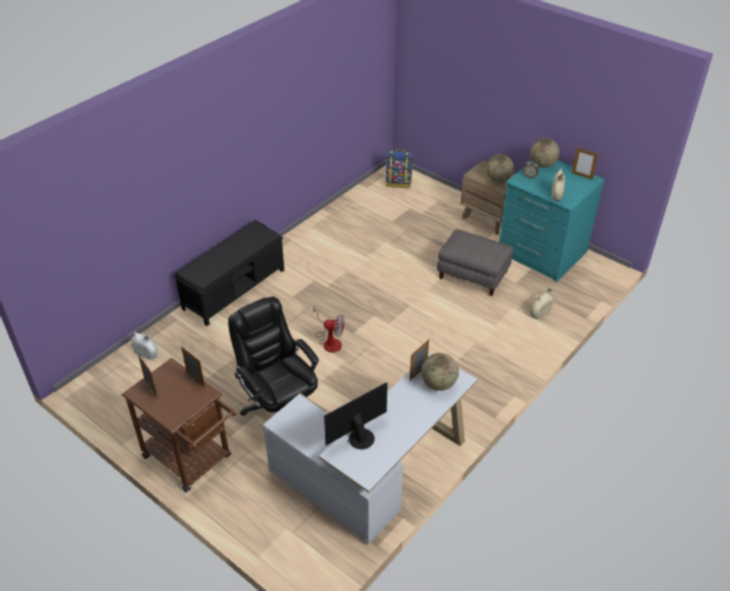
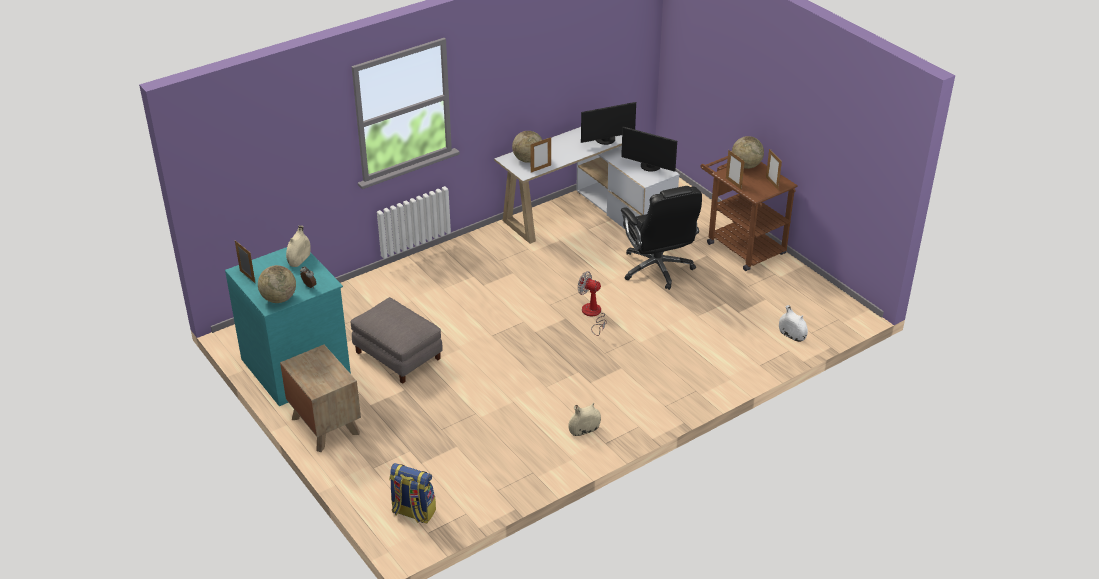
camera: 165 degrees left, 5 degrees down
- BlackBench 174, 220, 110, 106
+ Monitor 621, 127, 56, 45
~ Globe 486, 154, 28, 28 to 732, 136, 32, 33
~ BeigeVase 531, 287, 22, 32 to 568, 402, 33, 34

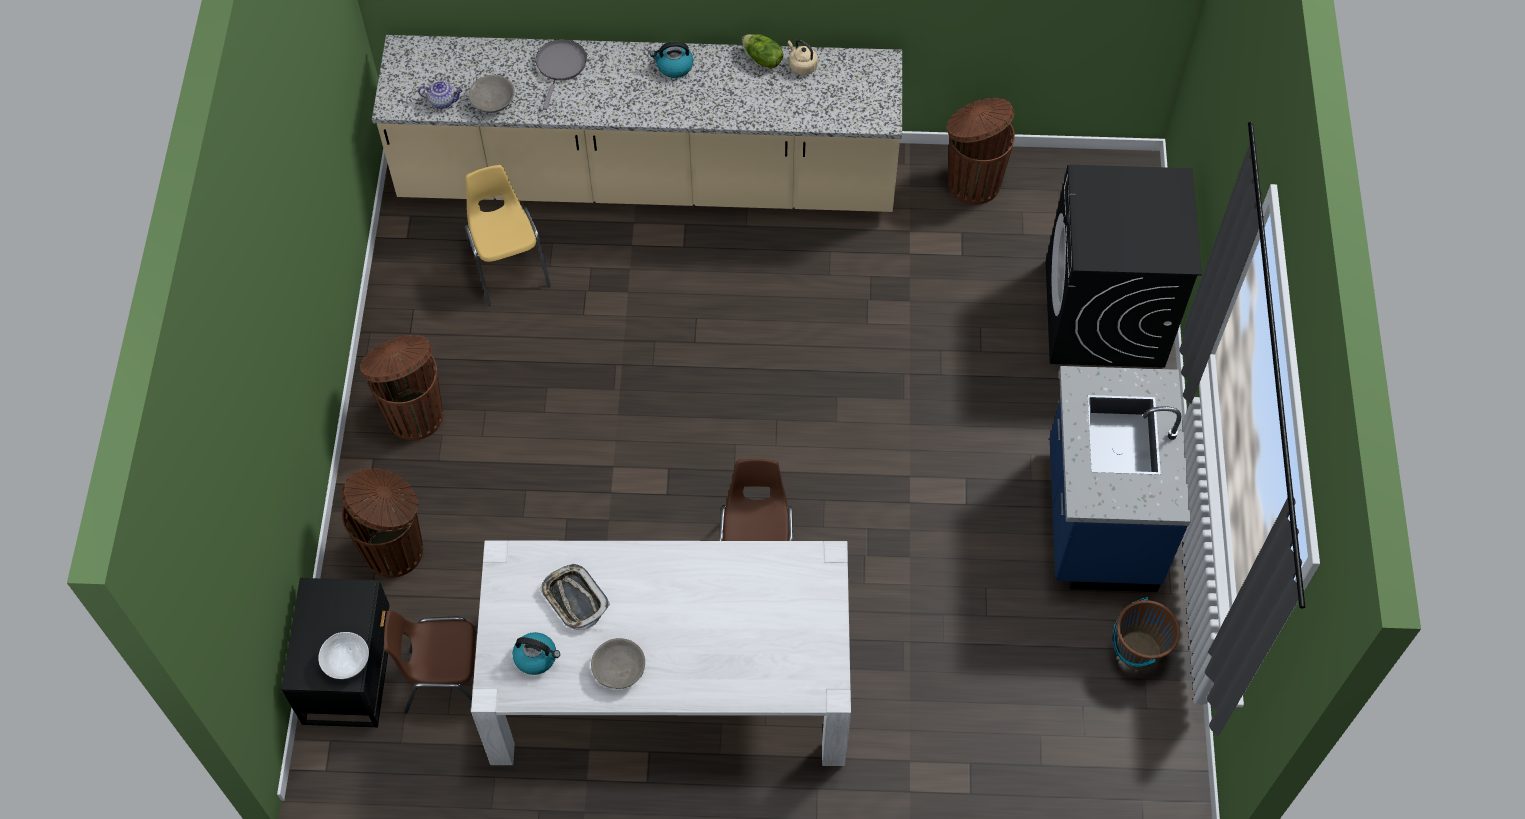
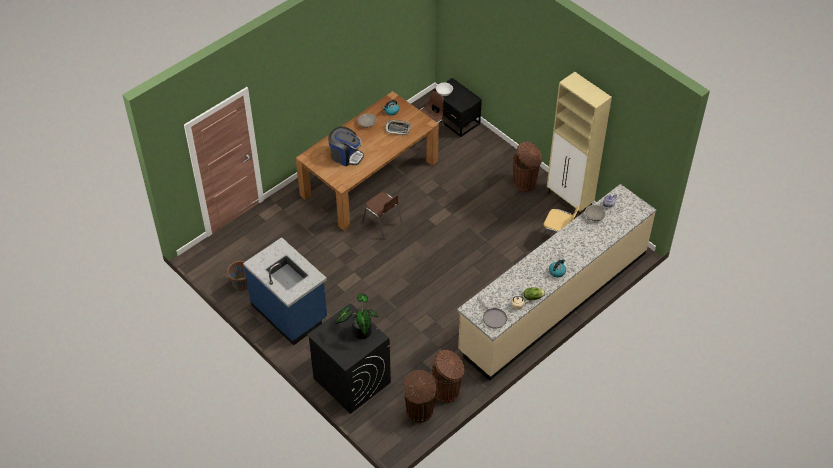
camera: 135 degrees right, 10 degrees down
+ CoffeeMachine 328, 126, 36, 41
+ PottedPlant 335, 294, 44, 45
+ BeigeCabinet 547, 72, 65, 144
~ BrownTrashCan 341, 468, 82, 110 to 403, 370, 34, 53
~ GreyFryingPan 536, 39, 51, 71 to 477, 297, 30, 31
~ WhiteDiningTable 471, 540, 380, 226 to BrownDiningTable 296, 91, 143, 140

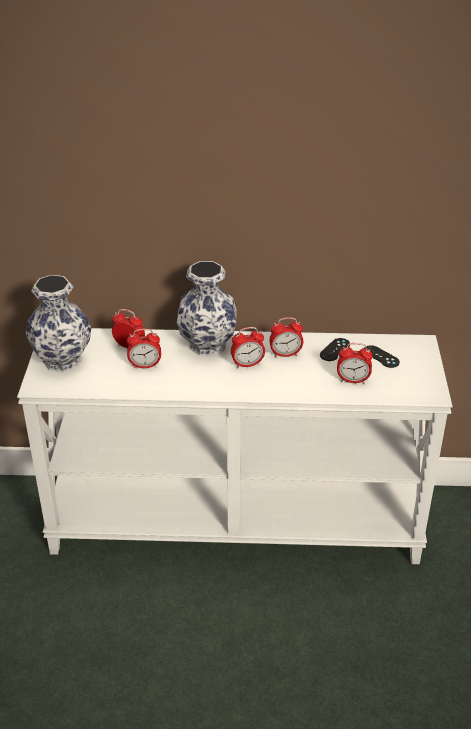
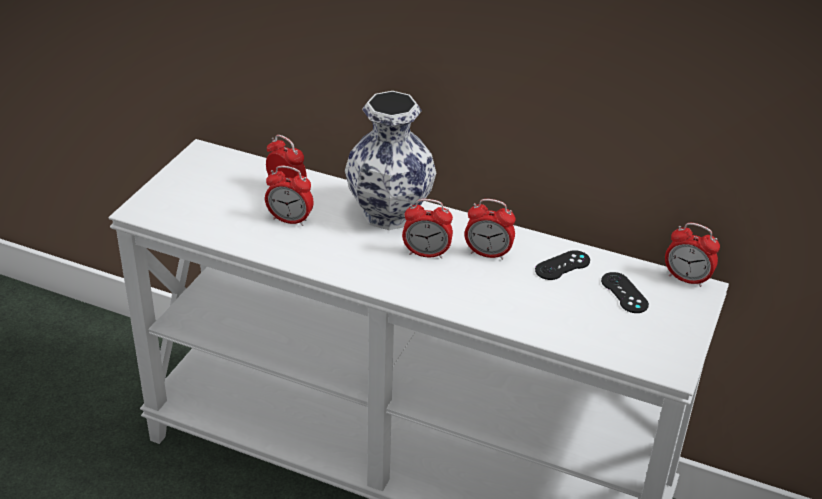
camera: 20 degrees right, 0 degrees up
- Vase 26, 275, 65, 97
~ AlarmClock 337, 343, 36, 41 to 665, 223, 55, 64

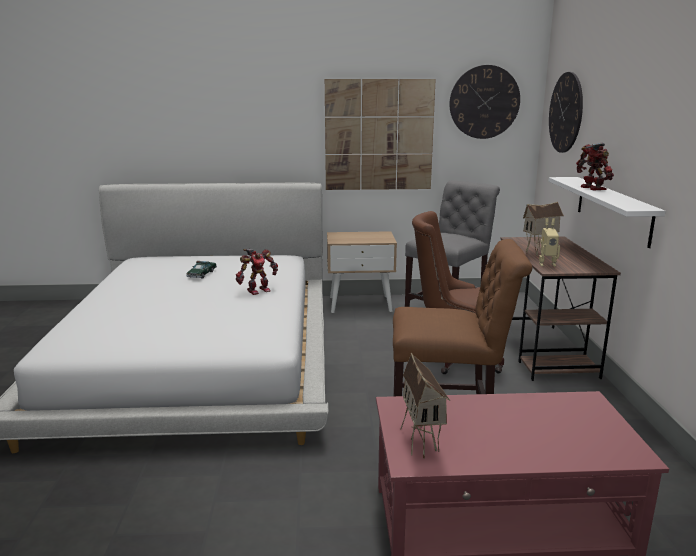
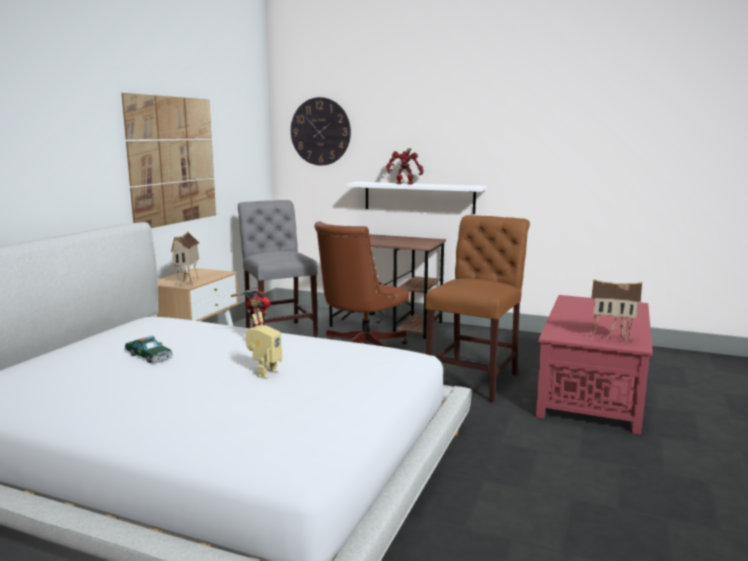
camera: 65 degrees left, 5 degrees down
- WallClock 449, 65, 71, 74
~ ToyHouse 523, 202, 41, 54 to 171, 232, 28, 54
~ ToyRobot 539, 218, 21, 48 to 246, 312, 36, 67

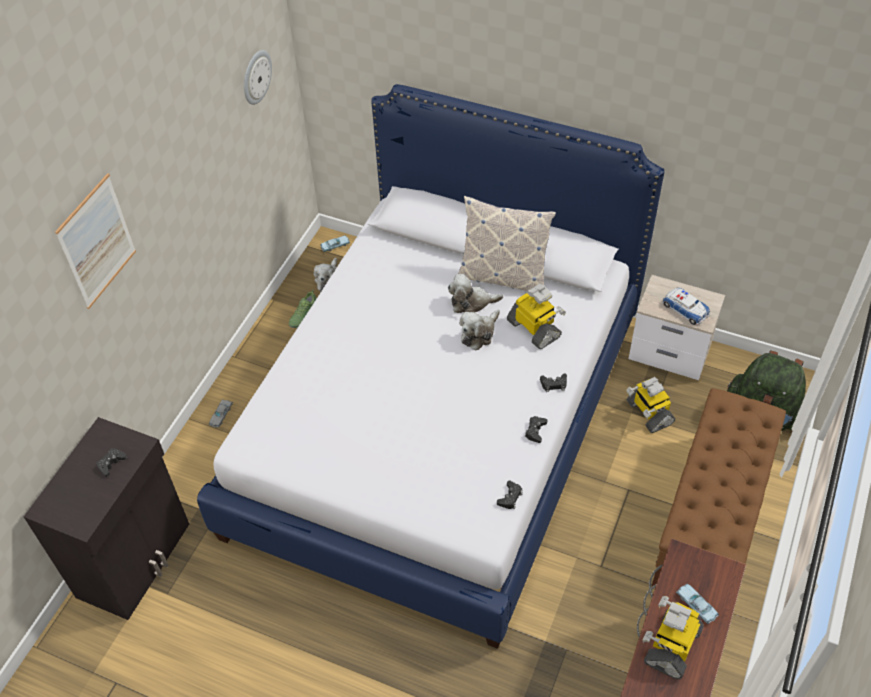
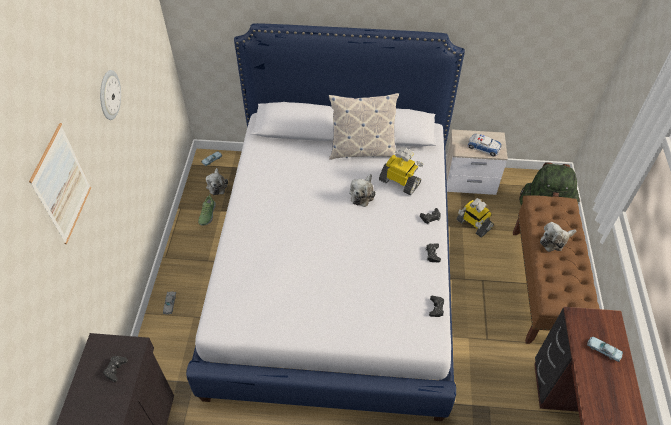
camera: 20 degrees left, 0 degrees up
- ToyRobot 642, 596, 62, 83
~ WallClock 244, 50, 28, 55 to 100, 70, 21, 50
~ PlushToy 448, 274, 55, 39 to 540, 222, 37, 30

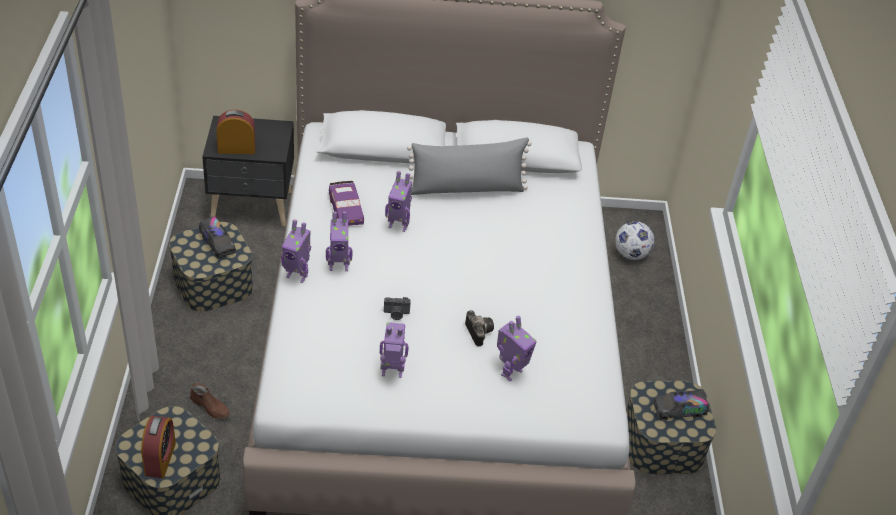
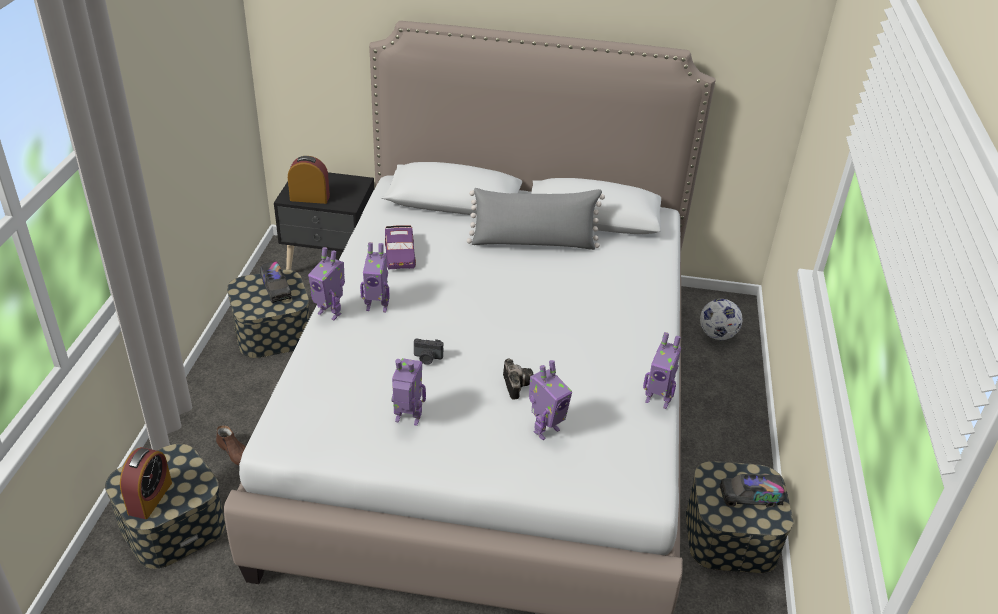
camera: 10 degrees right, 5 degrees down
~ ToyRobot 385, 171, 27, 61 to 643, 332, 38, 77

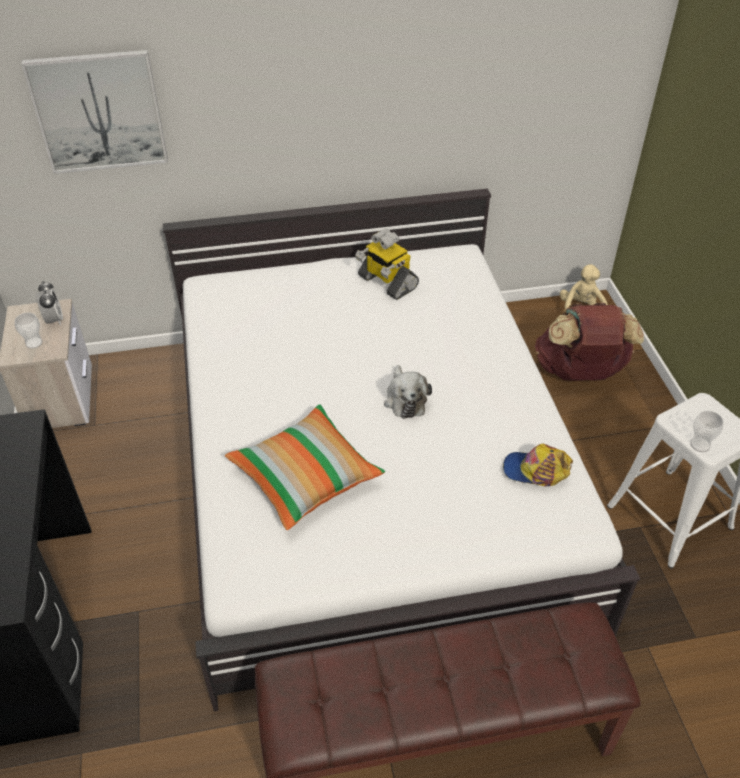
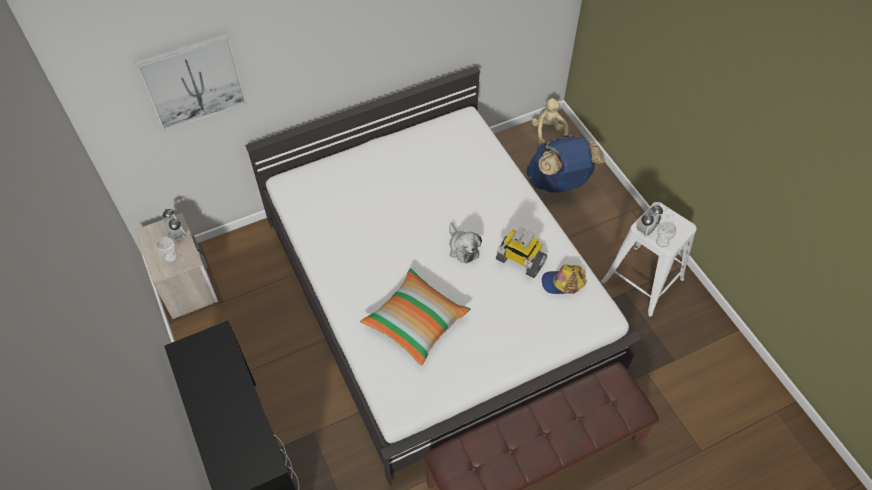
camera: 15 degrees left, 10 degrees up
+ AlarmClock 637, 205, 26, 32
~ ToyRobot 355, 229, 64, 71 to 496, 227, 51, 51
~ BrownBackpack 535, 302, 109, 79 to BlueBackpack 527, 135, 78, 58

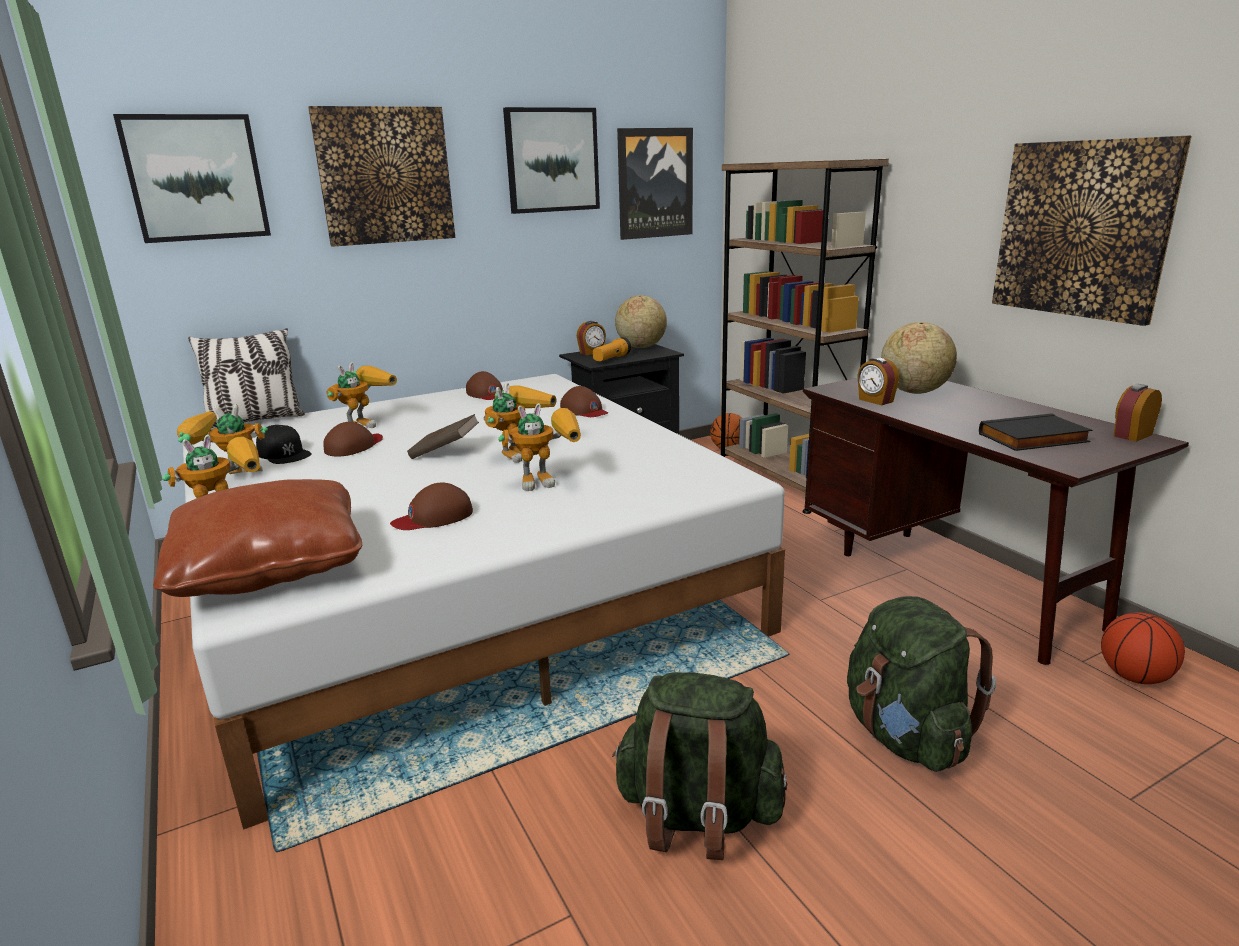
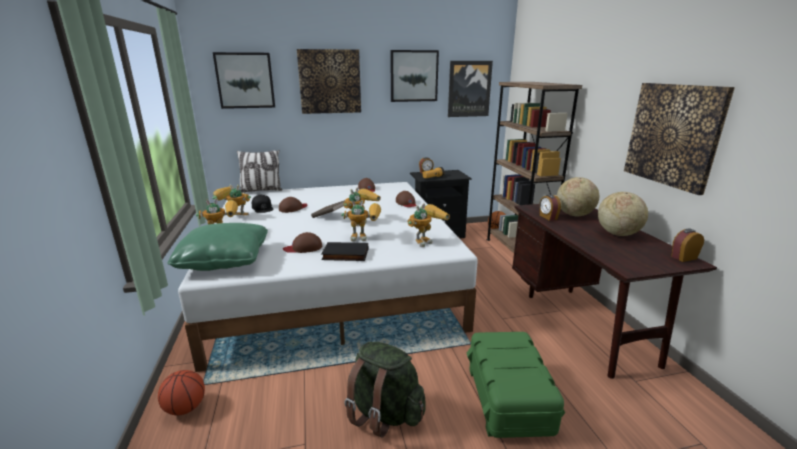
camera: 15 degrees right, 0 degrees up
~ ToyRobot 327, 362, 70, 66 to 407, 203, 43, 44
~ Globe 615, 295, 52, 53 to 598, 192, 50, 44
~ BlackBook 979, 413, 113, 38 to 321, 242, 47, 19
~ Basketball 1101, 612, 84, 72 to 158, 370, 47, 45
~ GreenBackpack 847, 596, 149, 176 to GreenStorageBox 467, 332, 98, 106
~ BrownPillow 153, 479, 209, 118 to GreenPillow 167, 223, 101, 48

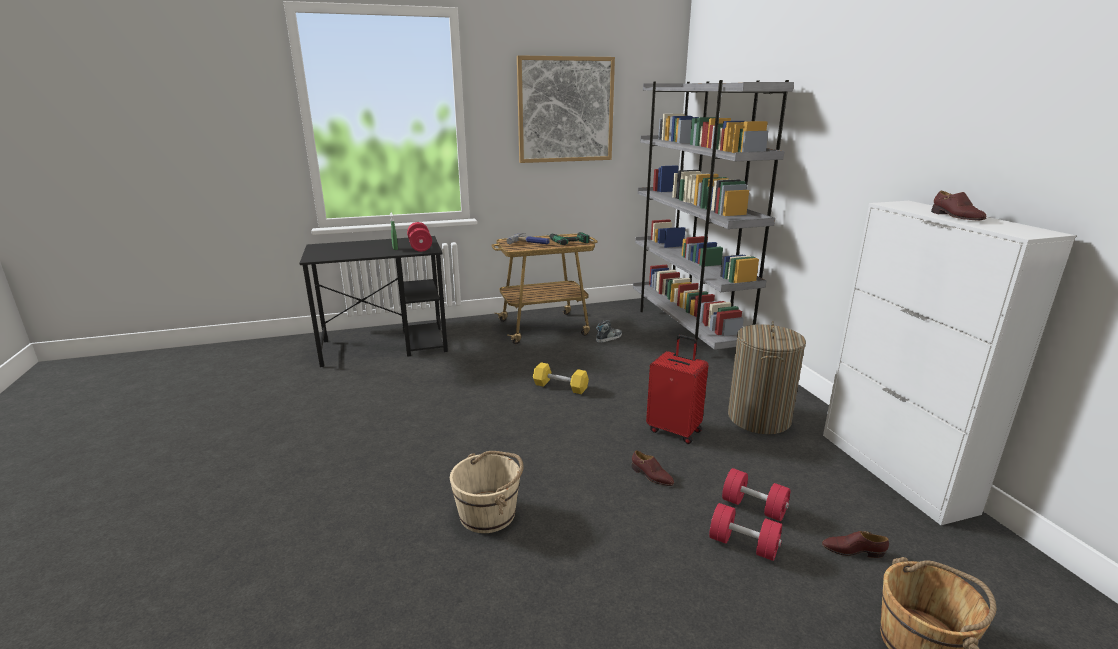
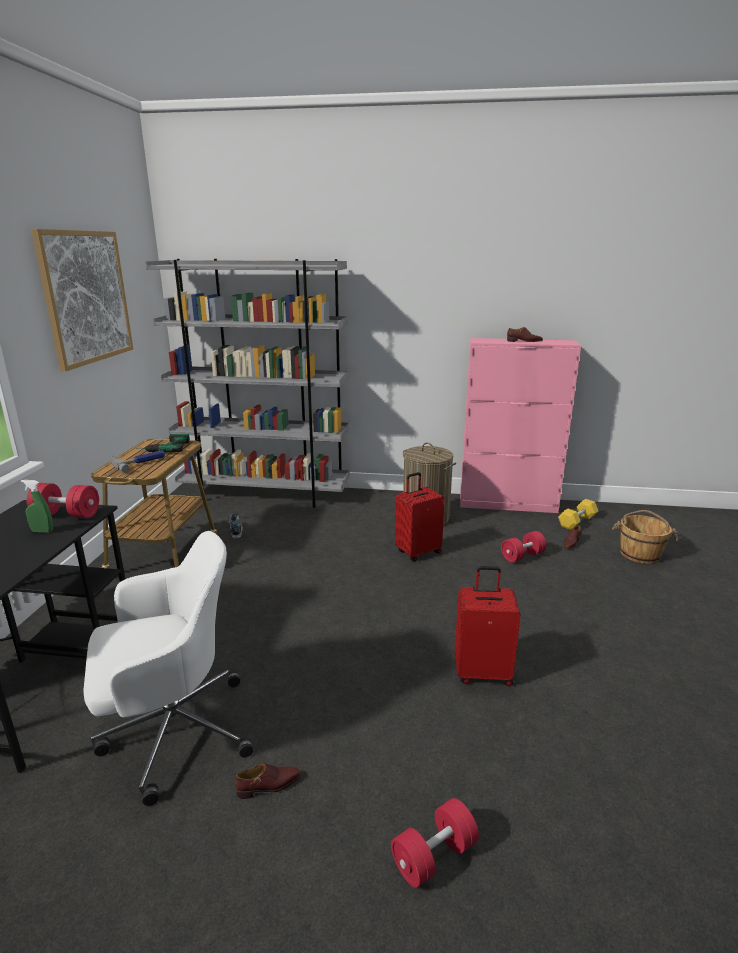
camera: 65 degrees left, 0 degrees up
+ WhiteOfficeChair 83, 531, 170, 275
~ YellowDumbbell 533, 362, 56, 32 to 558, 499, 40, 31
~ BrownShoe 632, 450, 42, 36 to 235, 763, 66, 36
~ RedDumbbell 709, 503, 73, 58 to 391, 798, 88, 90
~ BeigeBucket 450, 451, 73, 82 to RedSuitcase 455, 566, 66, 120
~ WhiteCabinet 823, 201, 253, 324 to PinkCabinet 460, 338, 121, 175

